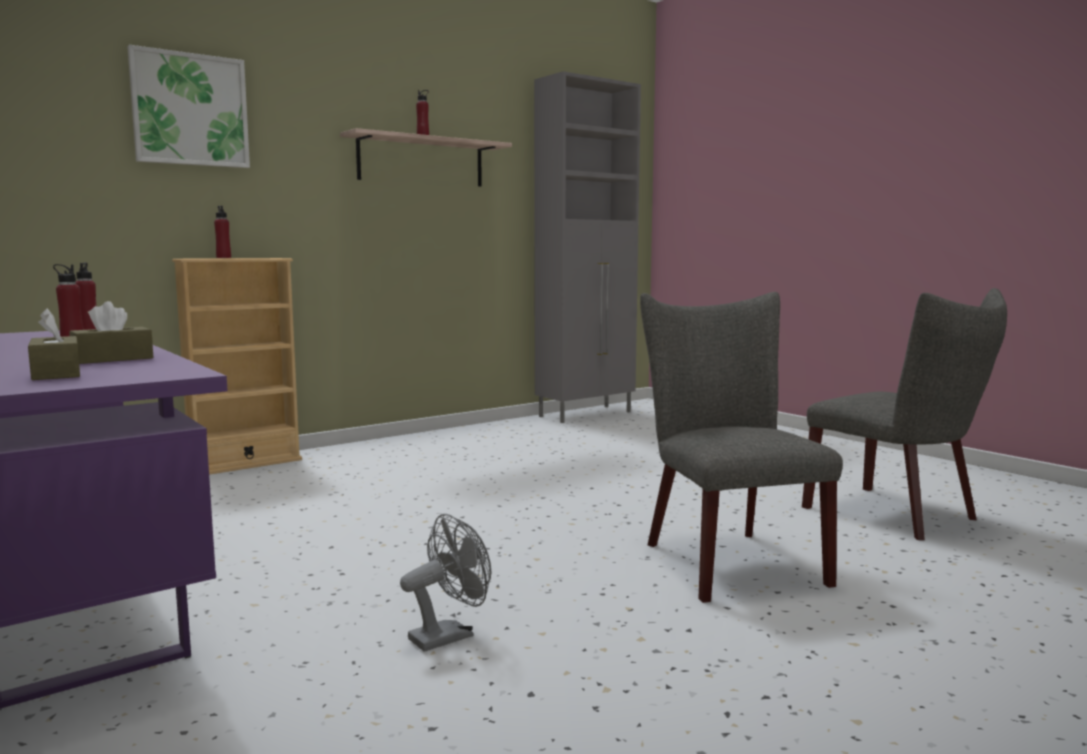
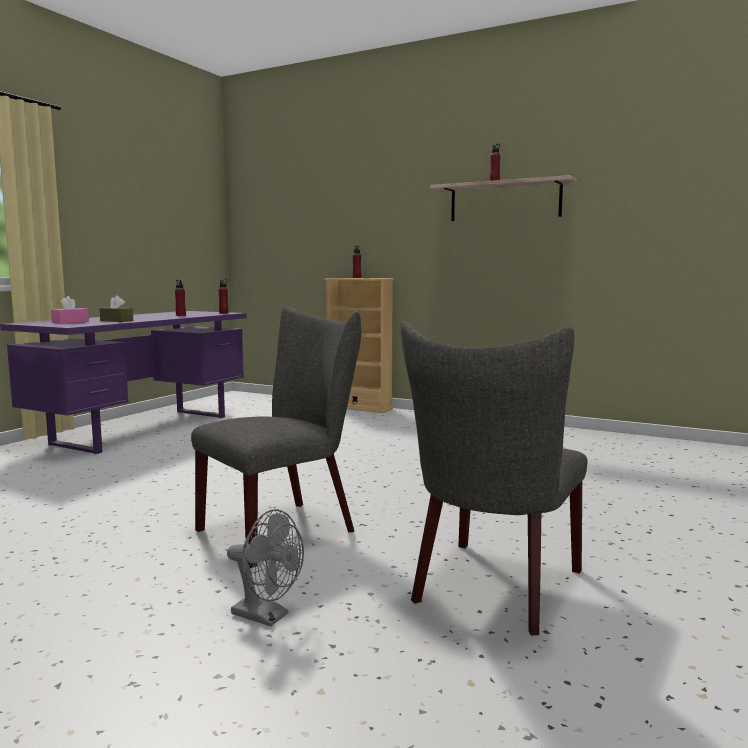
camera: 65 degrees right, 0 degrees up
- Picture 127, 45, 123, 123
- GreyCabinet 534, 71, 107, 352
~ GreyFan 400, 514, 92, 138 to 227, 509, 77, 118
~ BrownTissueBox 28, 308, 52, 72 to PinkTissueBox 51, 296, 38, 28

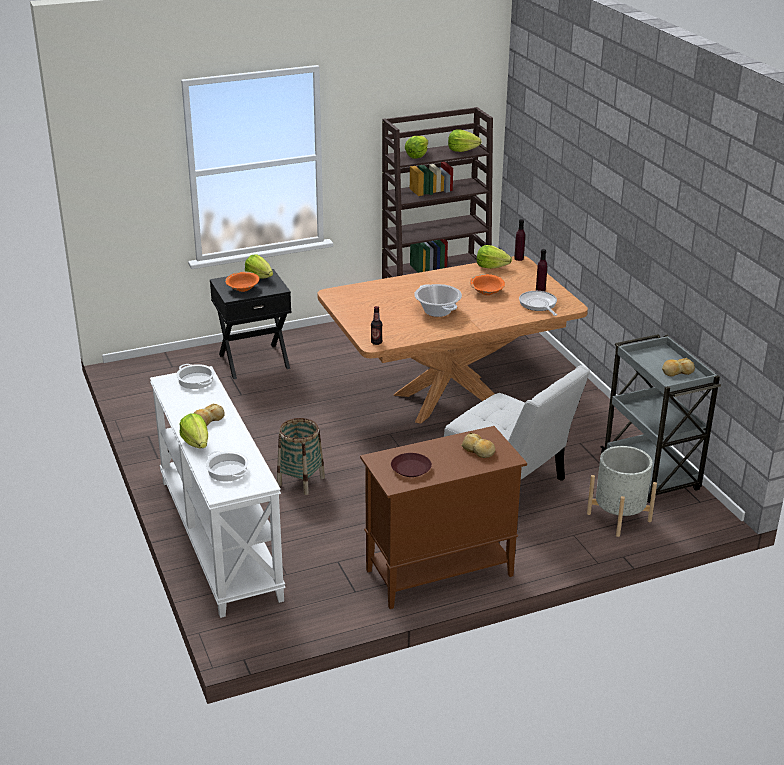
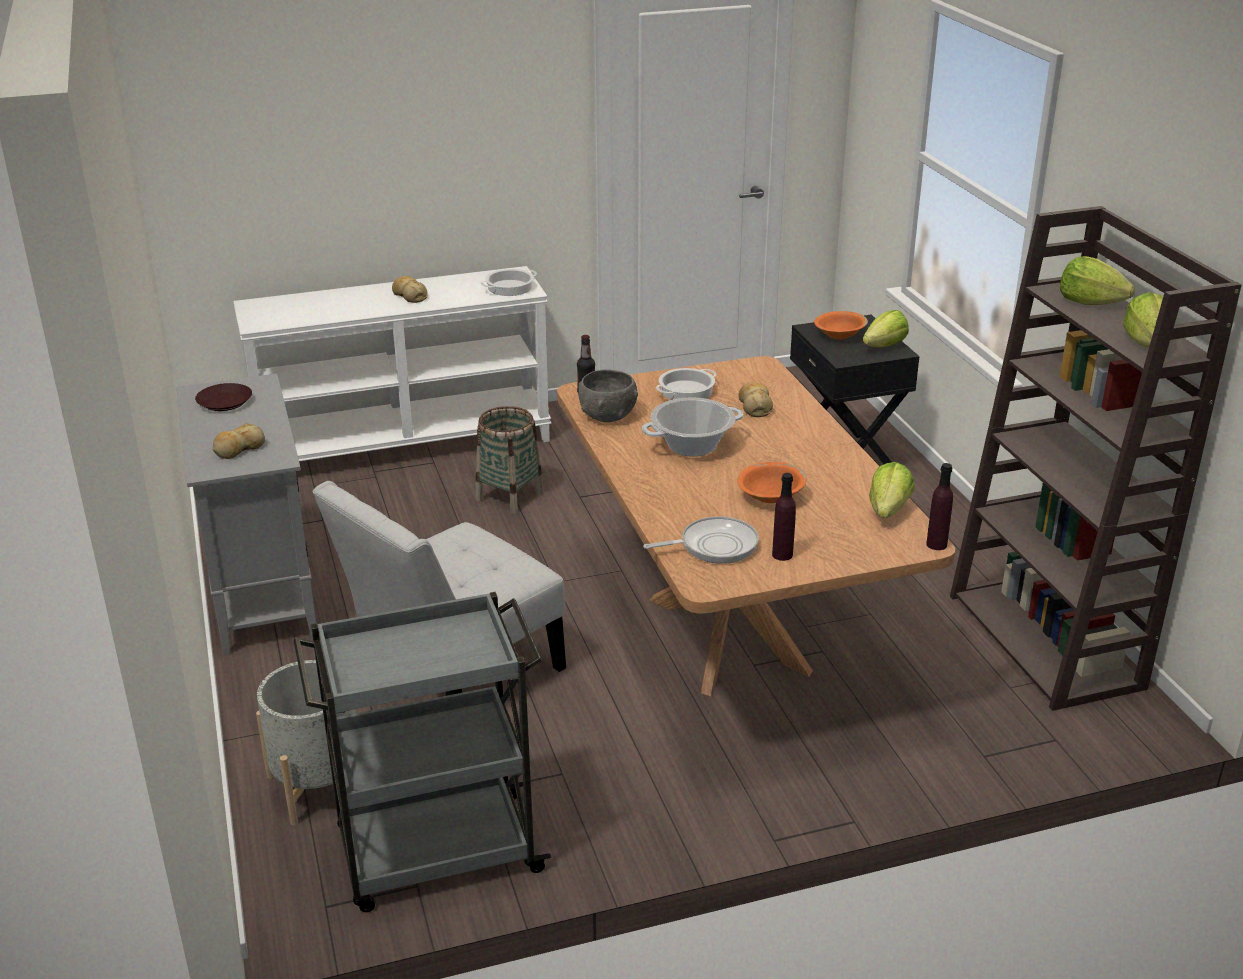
camera: 95 degrees right, 0 degrees up
- Lettuce 179, 413, 29, 35
+ GreyBowl 578, 369, 60, 53
~ CookingPot 206, 451, 43, 31 to 655, 368, 62, 32
~ Bread 662, 358, 33, 19 to 738, 383, 35, 34
~ BrownCabinet 360, 426, 167, 183 to GreyCabinet 176, 373, 140, 282

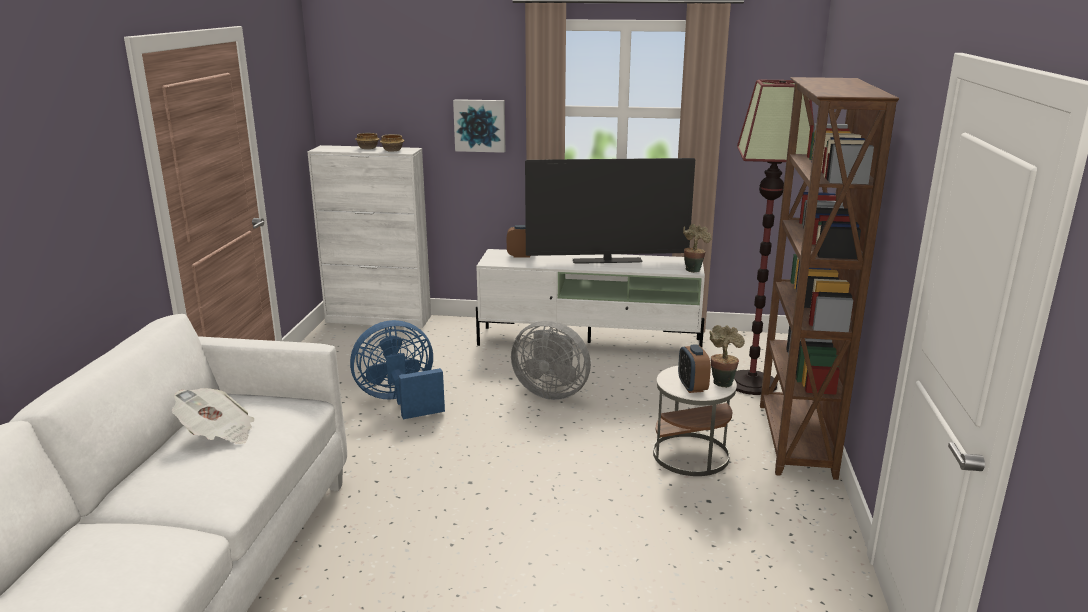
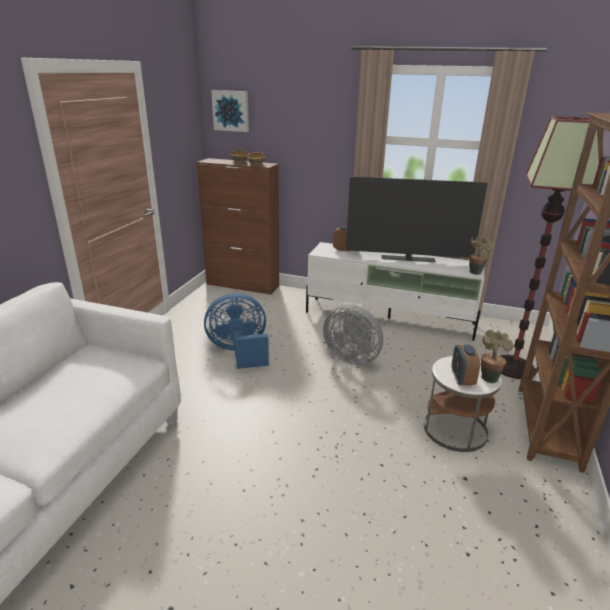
camera: 10 degrees right, 5 degrees up
- Newspaper 172, 388, 83, 56
~ Picture 453, 99, 52, 54 to 211, 90, 38, 42
~ WhiteCabinet 307, 145, 124, 183 to BrownCabinet 196, 158, 83, 137

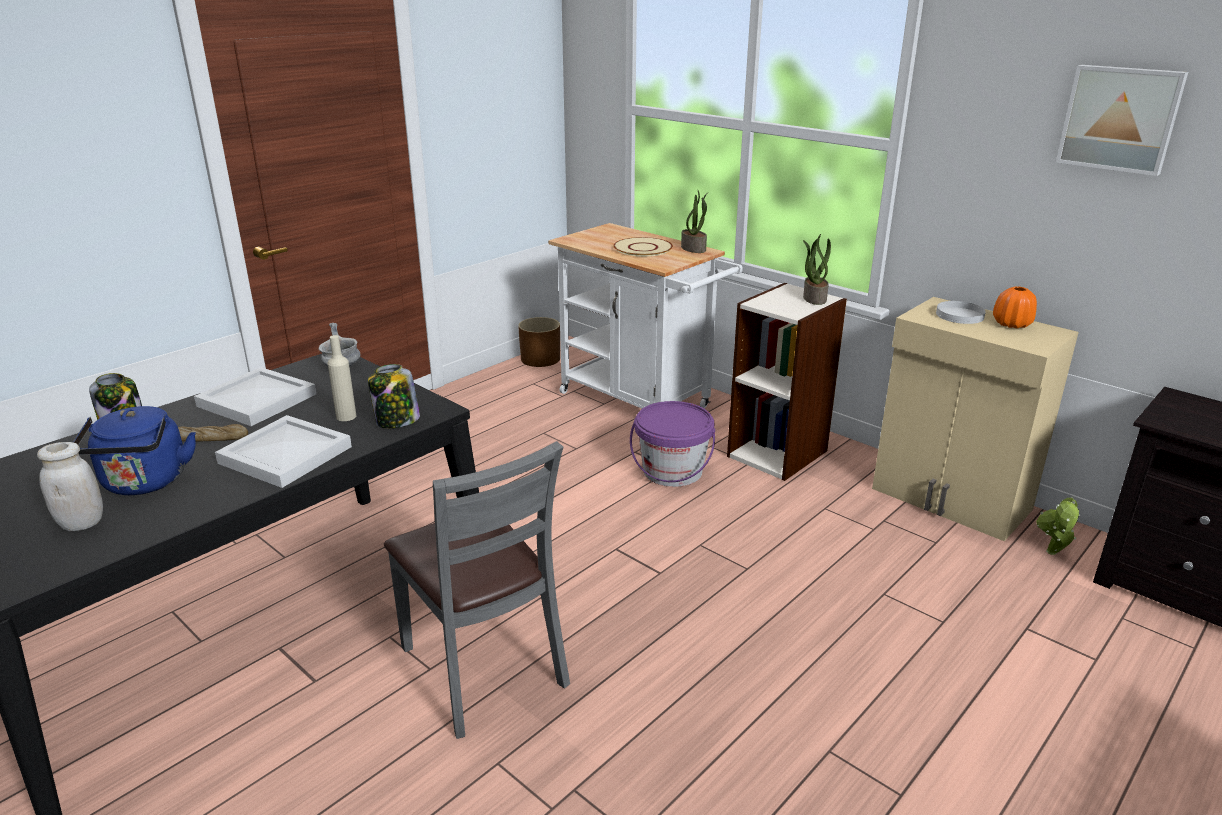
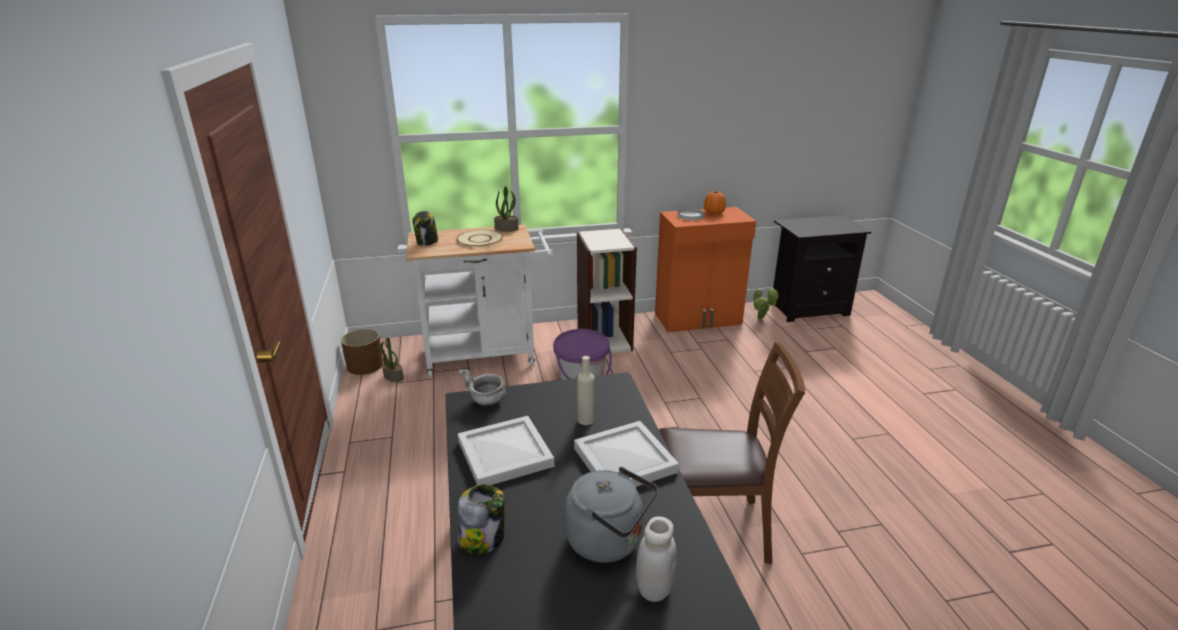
camera: 55 degrees left, 0 degrees up
- Bread 178, 424, 70, 18
- Picture 1056, 65, 132, 111
~ Jar 368, 364, 52, 64 to 412, 211, 26, 35
~ PottedPlant 803, 234, 28, 71 to 379, 338, 25, 44
~ BlueKettle 73, 406, 123, 89 to GreyKettle 565, 467, 93, 96
~ GreyChair 384, 441, 186, 298 to BrownChair 659, 342, 146, 222
~ BeigeCabinet 872, 297, 207, 244 to OrangeCabinet 655, 207, 101, 125

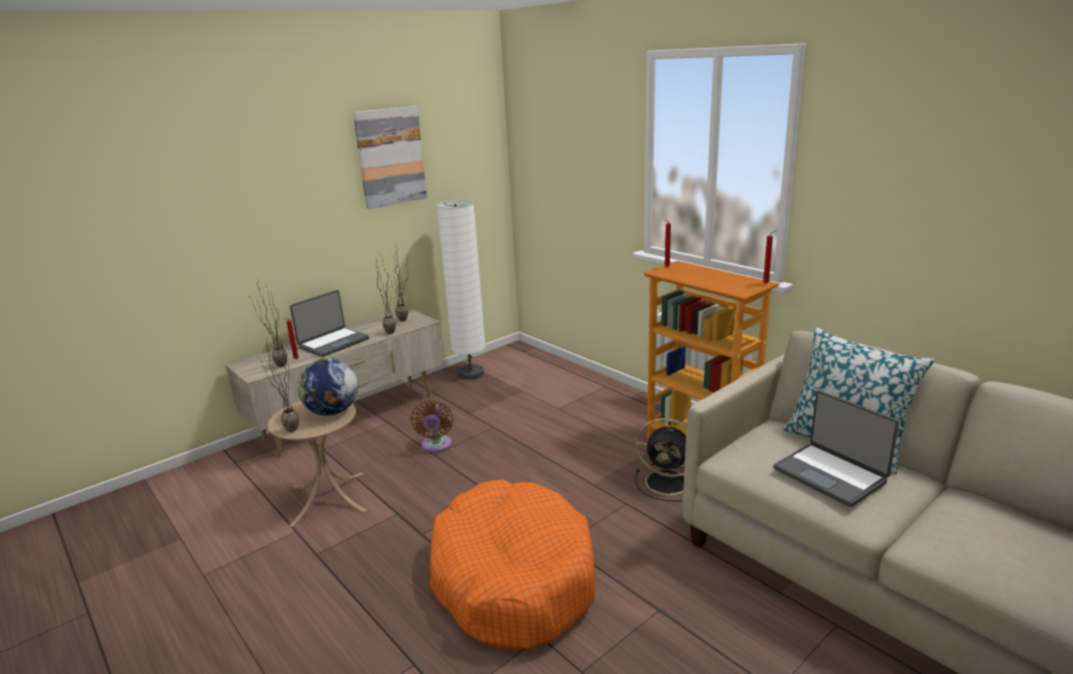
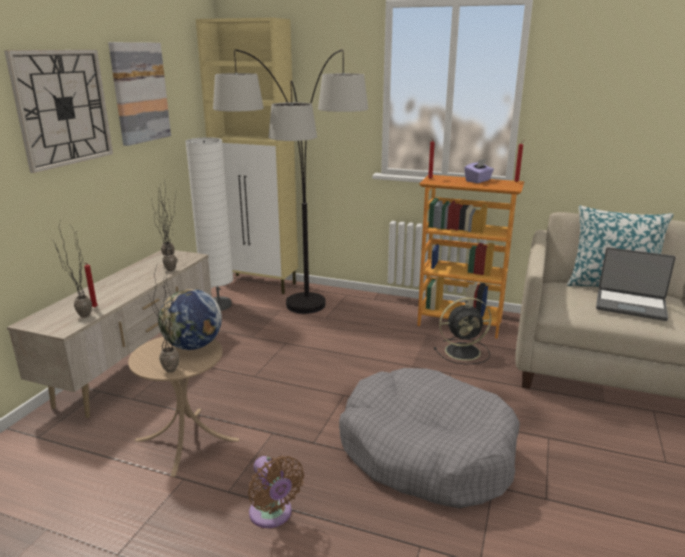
camera: 30 degrees left, 0 degrees up
- Laptop 290, 290, 79, 67
+ WallClock 4, 50, 109, 123
+ BeigeCabinet 196, 18, 102, 276
+ FloorLamp 213, 49, 155, 265
+ PurpleTissueBox 464, 159, 30, 24
~ BrownFan 411, 400, 43, 52 to 248, 456, 56, 72
~ OrangeDogBed 430, 480, 165, 169 to GreyDogBed 339, 368, 181, 140

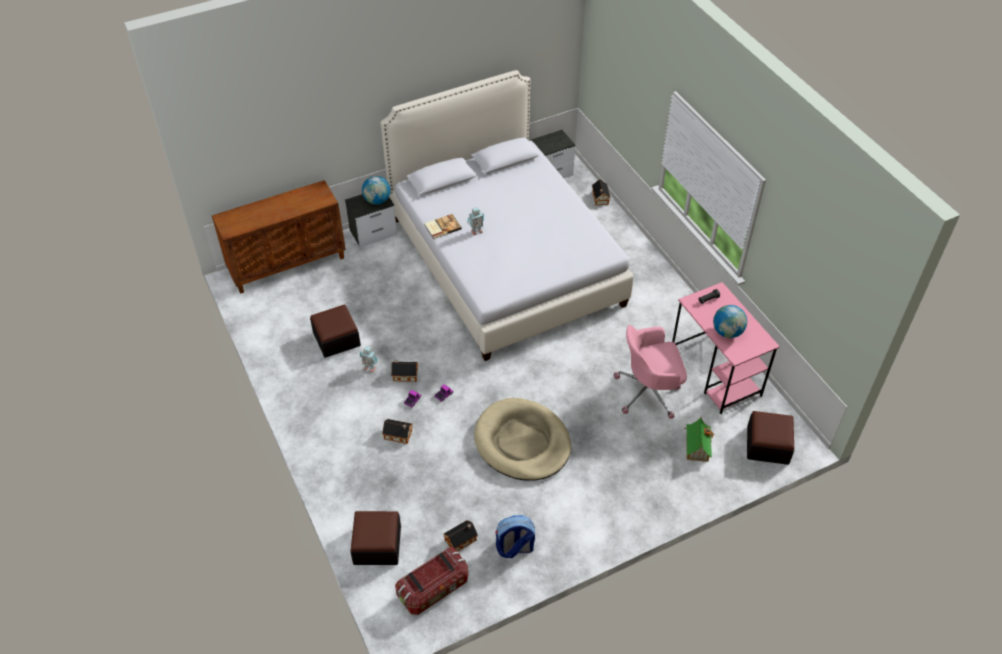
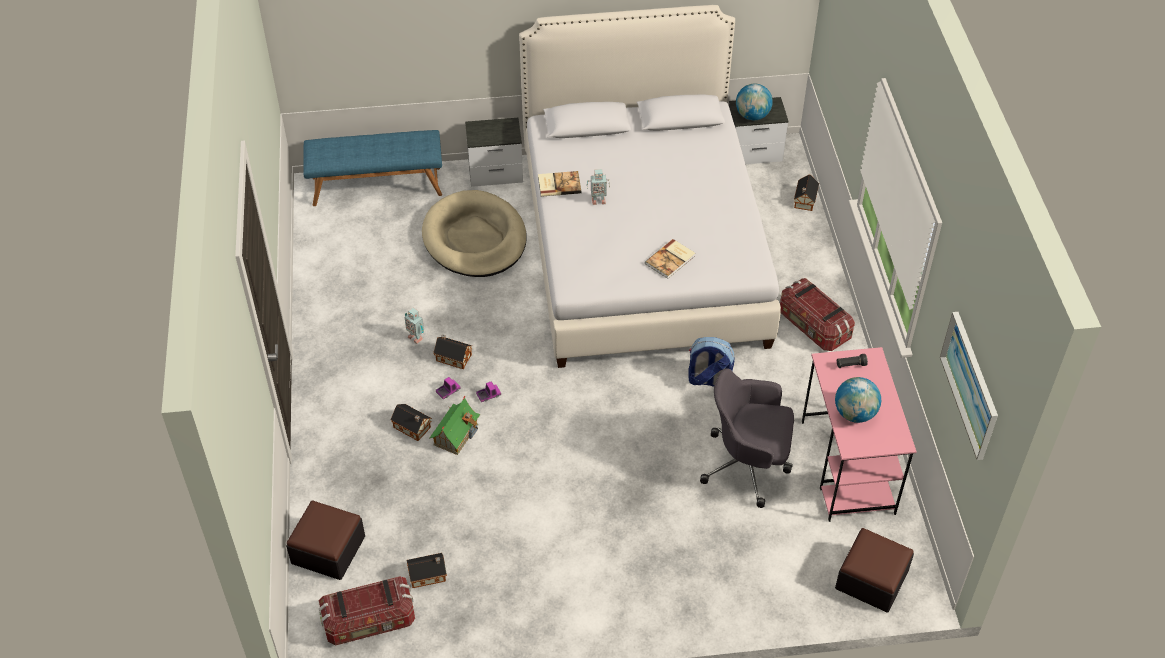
camera: 20 degrees right, 0 degrees up
- Ottoman 310, 305, 51, 53
+ Book 645, 239, 50, 40
+ StorageBox 780, 278, 75, 73
+ Picture 940, 312, 58, 148
~ Globe 362, 176, 29, 29 to 736, 84, 37, 36
~ BeigeDogBed 474, 398, 97, 83 to 422, 190, 105, 87
~ Backpack 495, 515, 40, 43 to 689, 337, 46, 50
~ ToyHouse 685, 417, 29, 45 to 429, 396, 52, 59
~ BrownCabinet 212, 180, 134, 114 to BlueBench 303, 130, 139, 76
~ PinkOfficeChair 614, 325, 73, 94 to GreyOfficeChair 700, 369, 94, 139

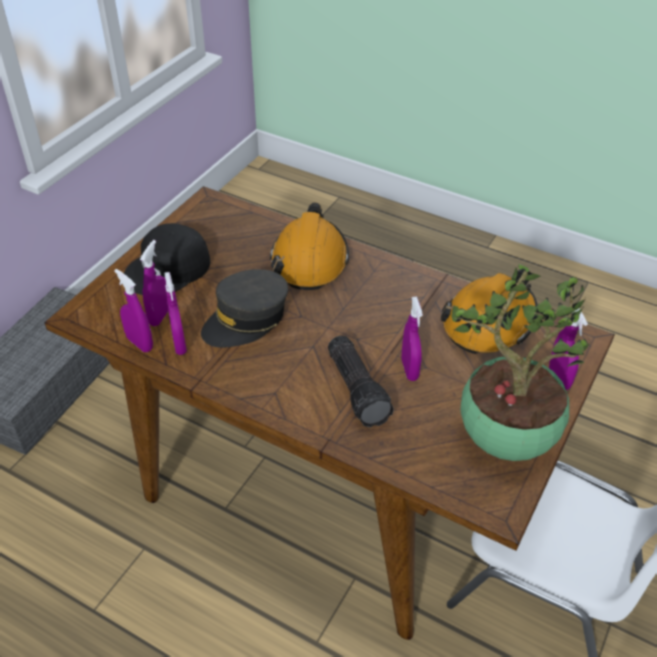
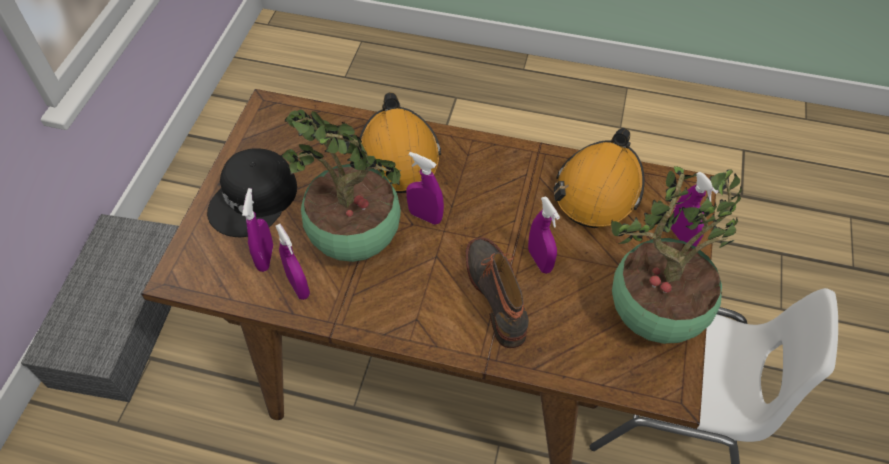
camera: 15 degrees left, 10 degrees up
~ PurpleSprayBottle 114, 269, 39, 83 to 406, 152, 38, 73
~ GreyCap 201, 269, 87, 79 to PottedPlant 280, 110, 122, 152
~ Flashlight 328, 336, 66, 91 to Boot 466, 237, 63, 111

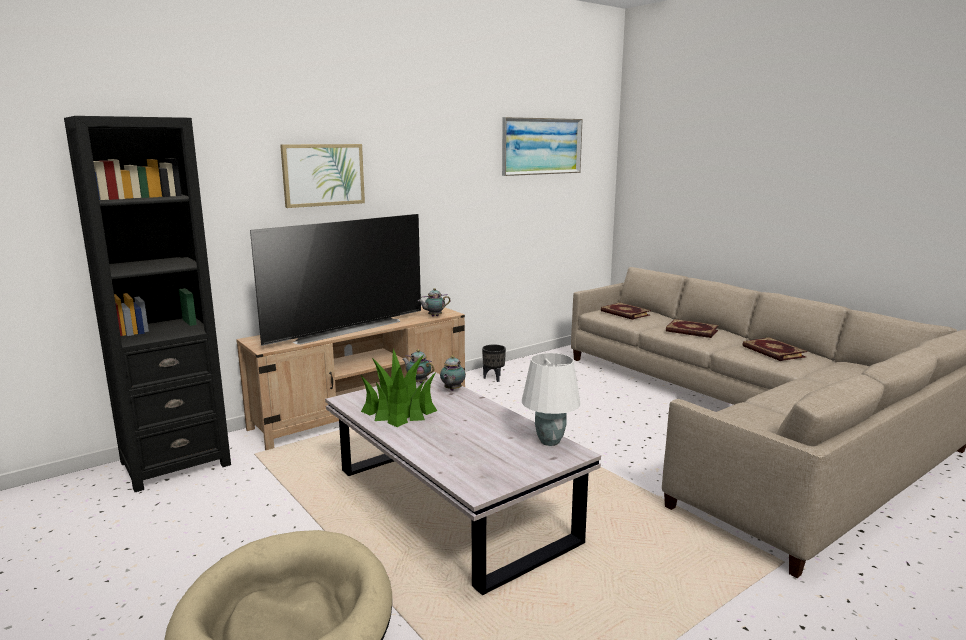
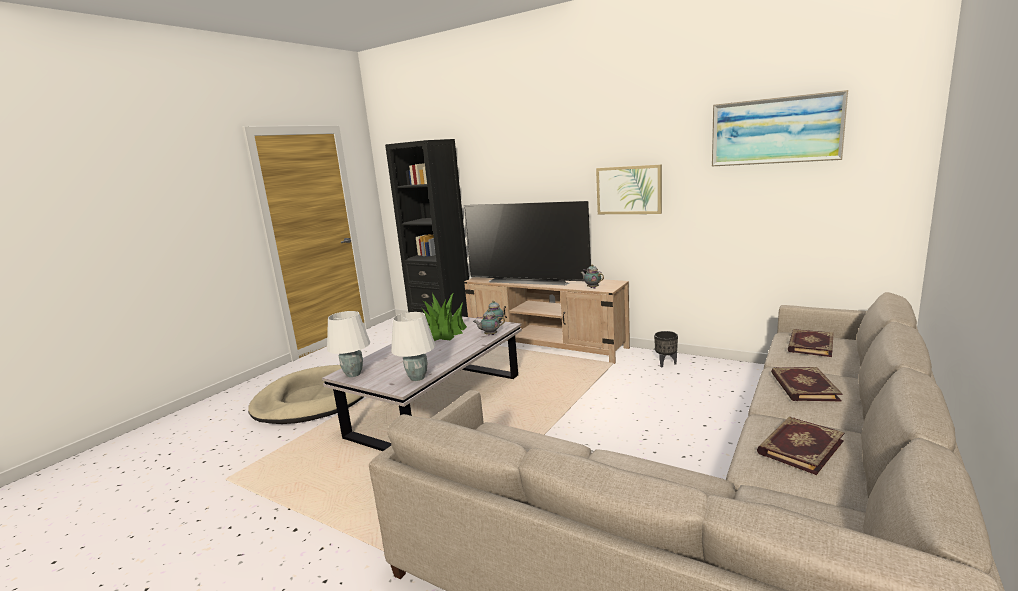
camera: 70 degrees right, 0 degrees up
+ WhiteTableLamp 327, 311, 43, 66
~ Picture 280, 144, 85, 64 to 596, 164, 66, 50

